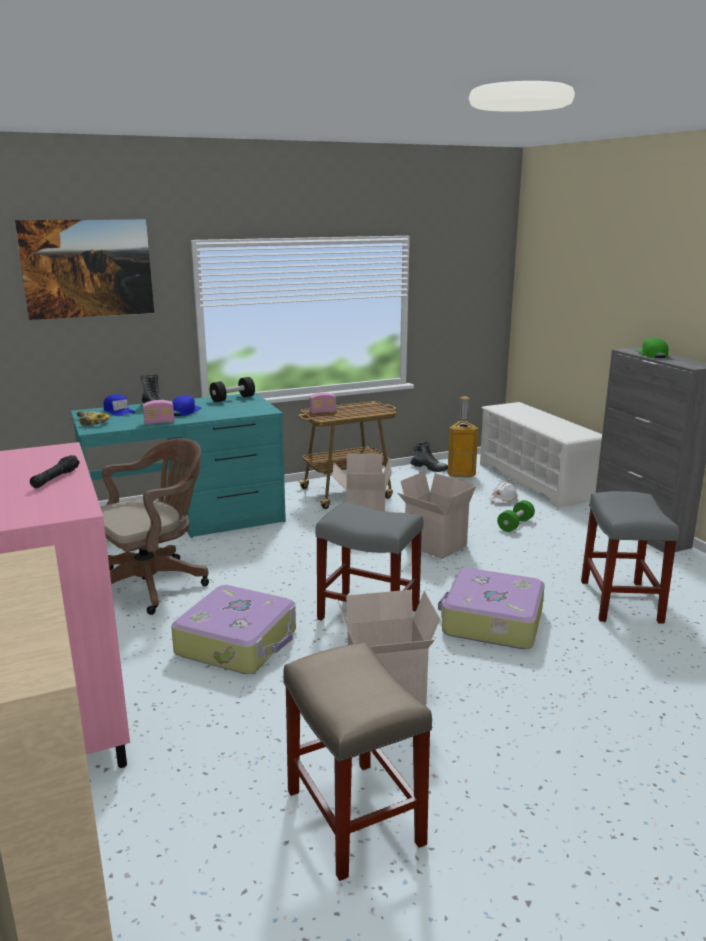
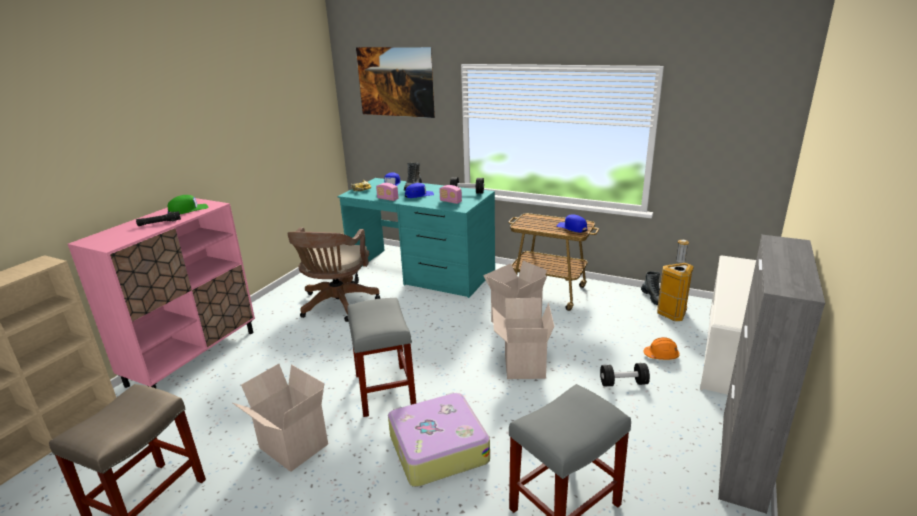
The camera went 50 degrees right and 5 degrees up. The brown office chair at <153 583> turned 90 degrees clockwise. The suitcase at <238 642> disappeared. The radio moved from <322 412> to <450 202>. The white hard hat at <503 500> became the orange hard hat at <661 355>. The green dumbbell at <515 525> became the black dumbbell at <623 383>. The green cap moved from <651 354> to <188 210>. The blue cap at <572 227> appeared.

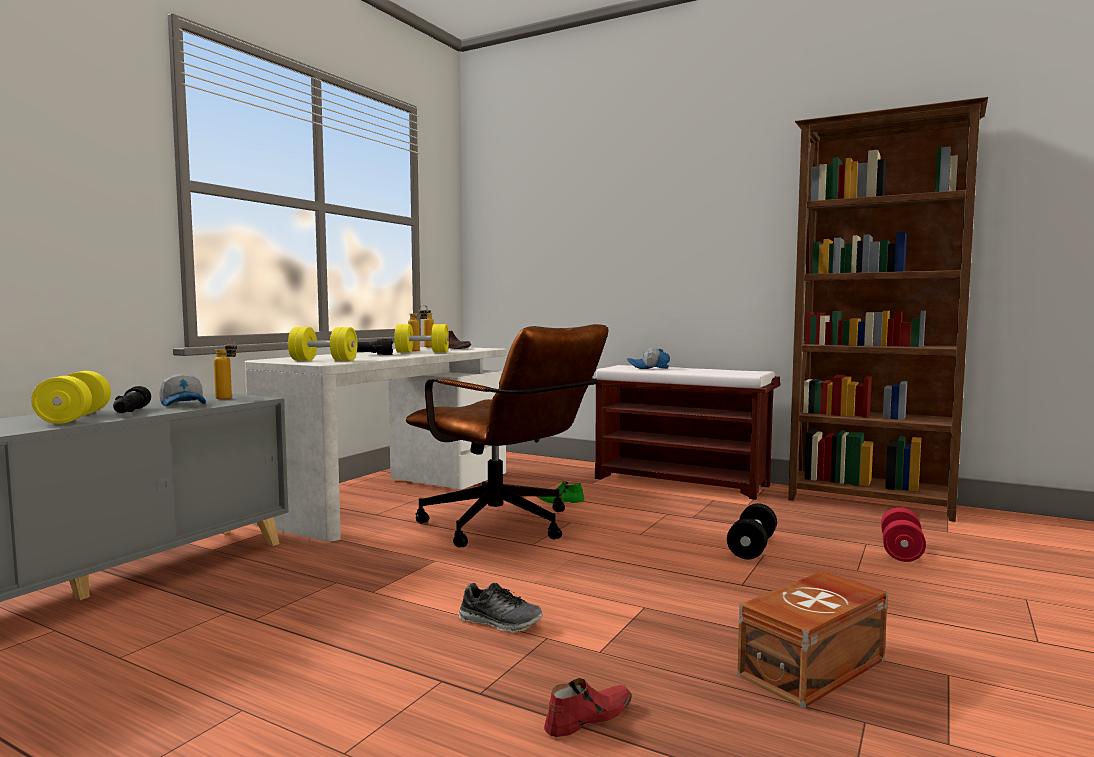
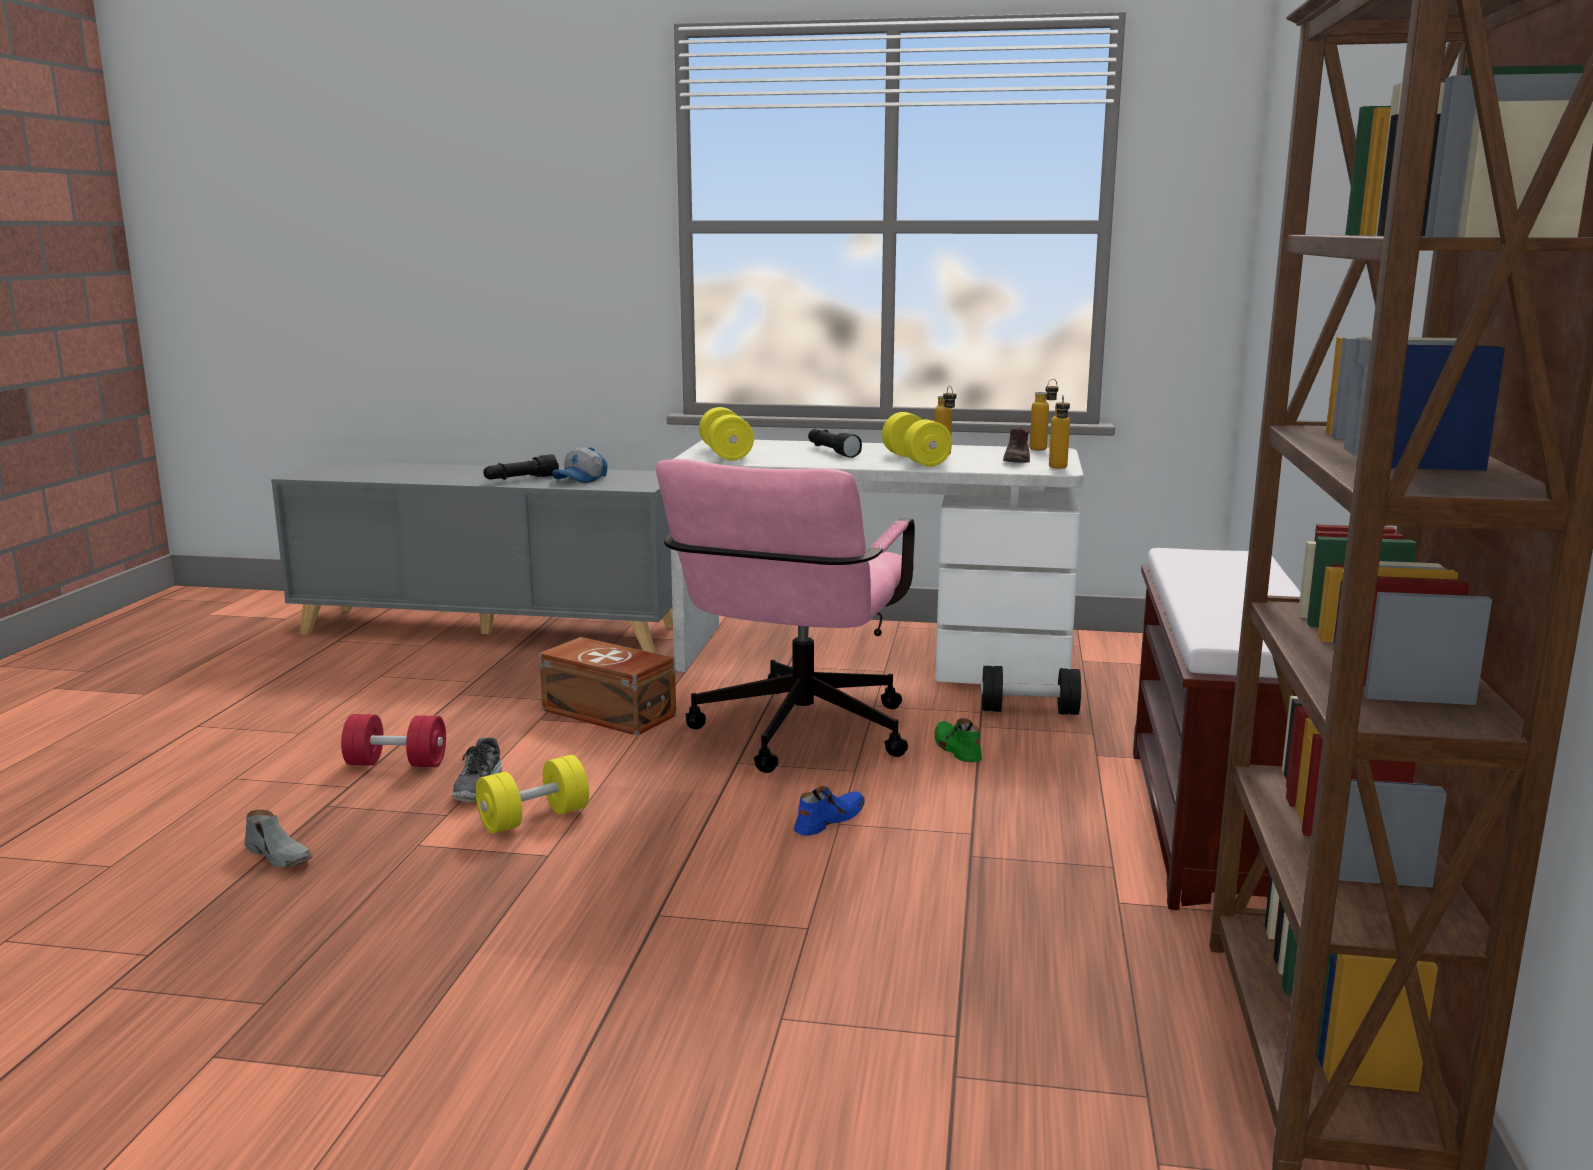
The camera went 70 degrees right and 10 degrees up. The yellow dumbbell moved from <75 417> to <534 818>. The bottle moved from <228 398> to <1058 468>. The brown office chair at <507 527> became the pink office chair at <795 738>. The red shoe at <588 717> became the grey shoe at <280 856>. The cap at <648 368> disappeared. The black dumbbell moved from <752 547> to <1029 711>. The brown storage box moved from <815 667> to <609 714>. The red dumbbell moved from <901 551> to <396 764>. The blue shoe at <828 820> appeared.

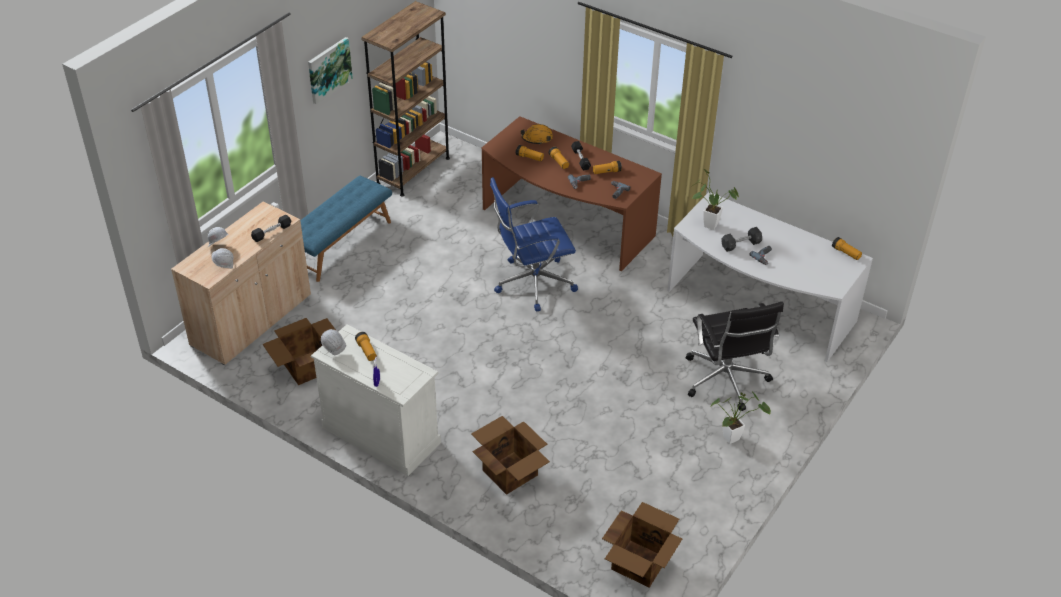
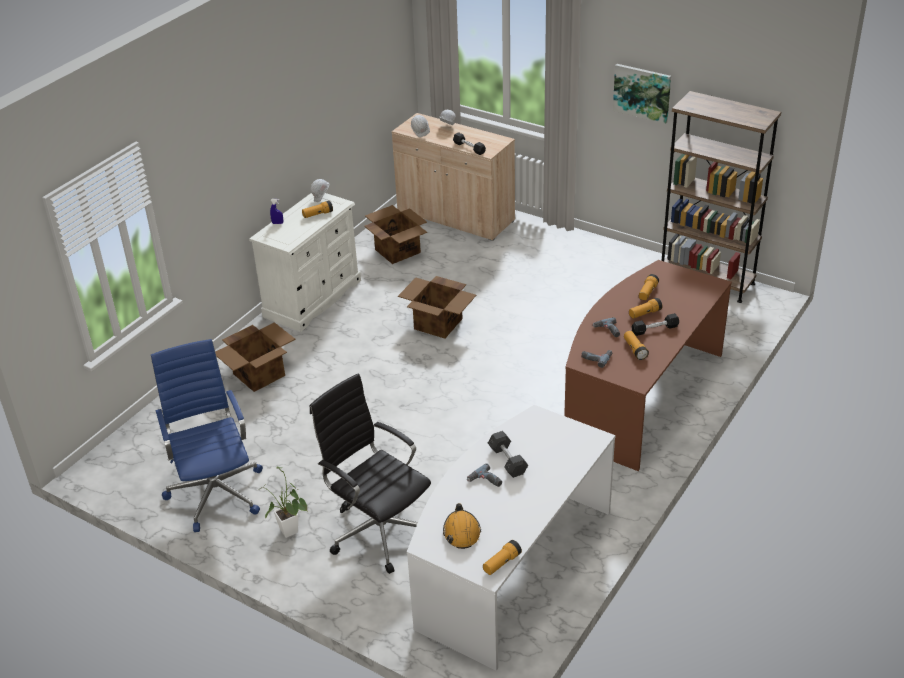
The camera went 90 degrees right and 5 degrees down. The blue bench at <341 244> disappeared. The blue office chair moved from <532 283> to <216 491>. The orange hard hat moved from <537 138> to <461 532>. The cardboard box moved from <640 563> to <438 324>. The black office chair at <726 381> turned 60 degrees clockwise. The potted plant at <707 224> disappeared.

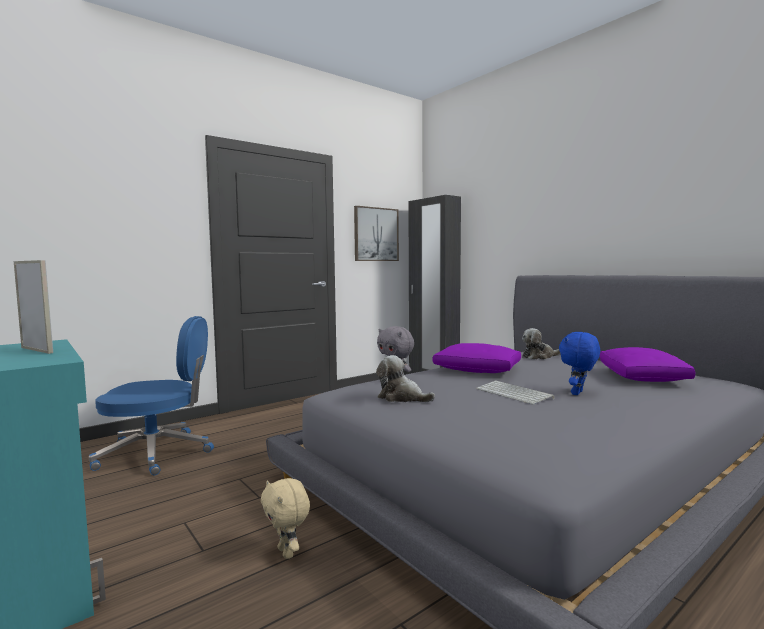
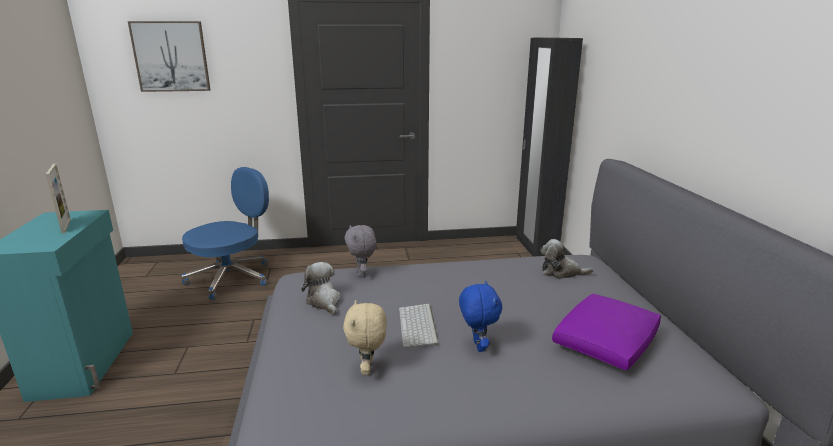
The camera went 30 degrees right and 15 degrees up. The blue office chair at <158 453> turned 75 degrees counterclockwise. The beige plush toy moved from <287 553> to <368 369>. The picture moved from <376 234> to <171 56>. The purple pillow at <478 370> disappeared. The blue plush toy at <578 393> turned 105 degrees clockwise.

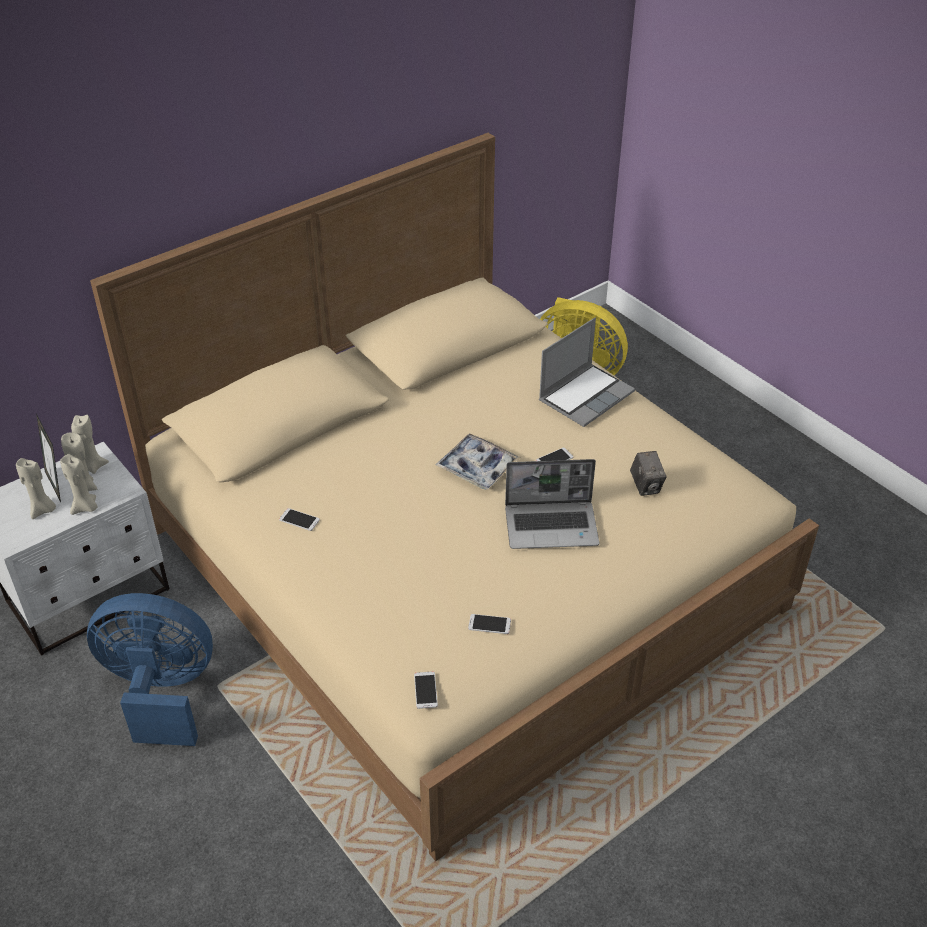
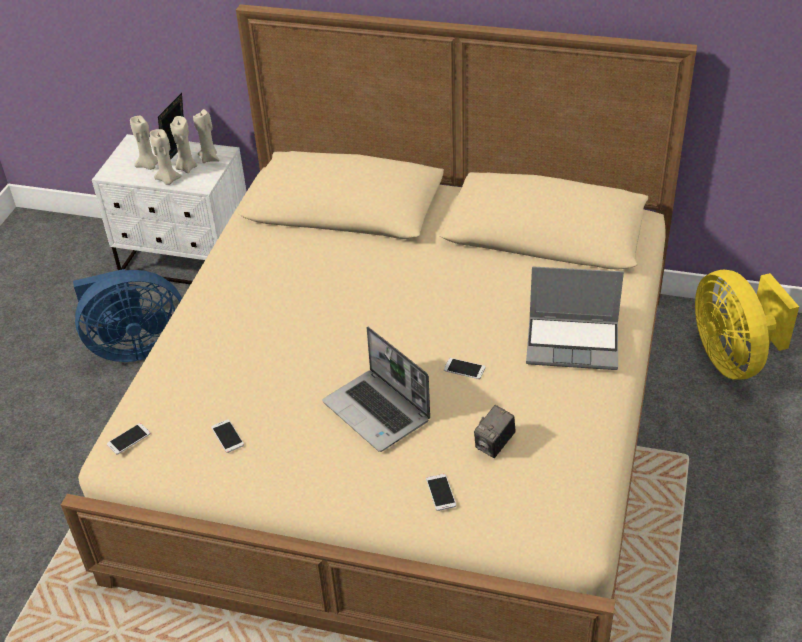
The camera went 55 degrees right and 0 degrees up. The blue fan at <161 692> turned 105 degrees clockwise. The phone moved from <299 520> to <441 492>. The tray at <477 467> disappeared.

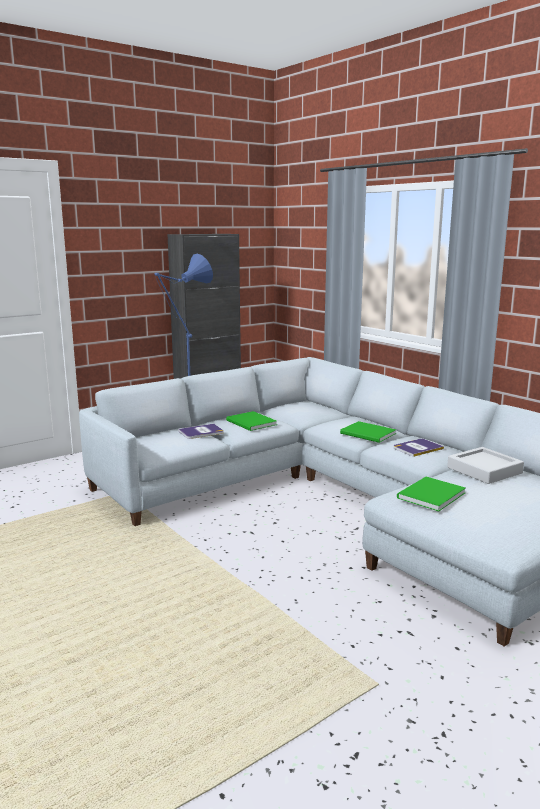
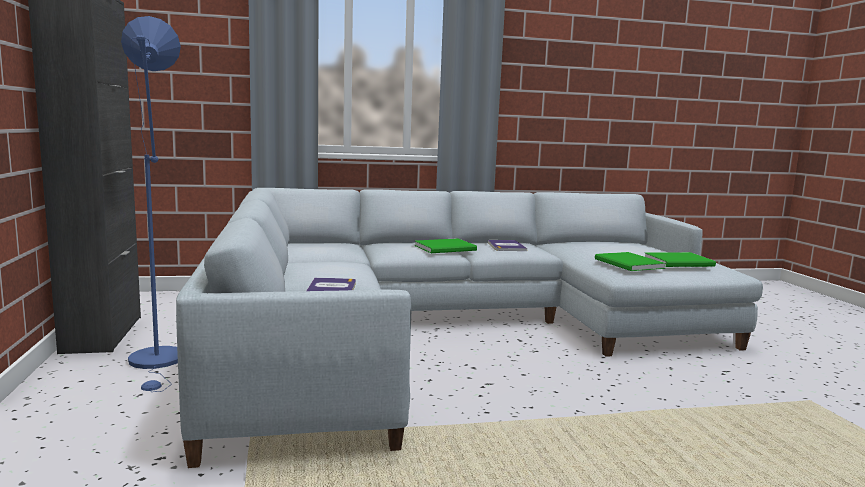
The camera went 65 degrees left and 5 degrees down. The green book moved from <251 423> to <681 262>. The grey tray at <484 470> disappeared.

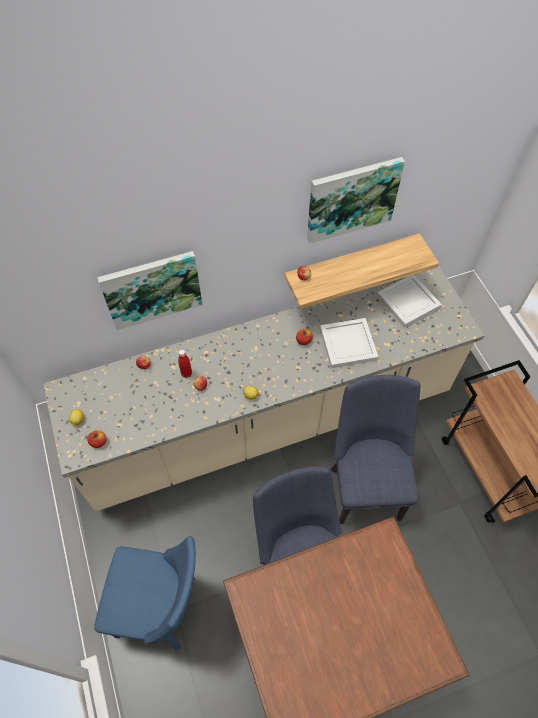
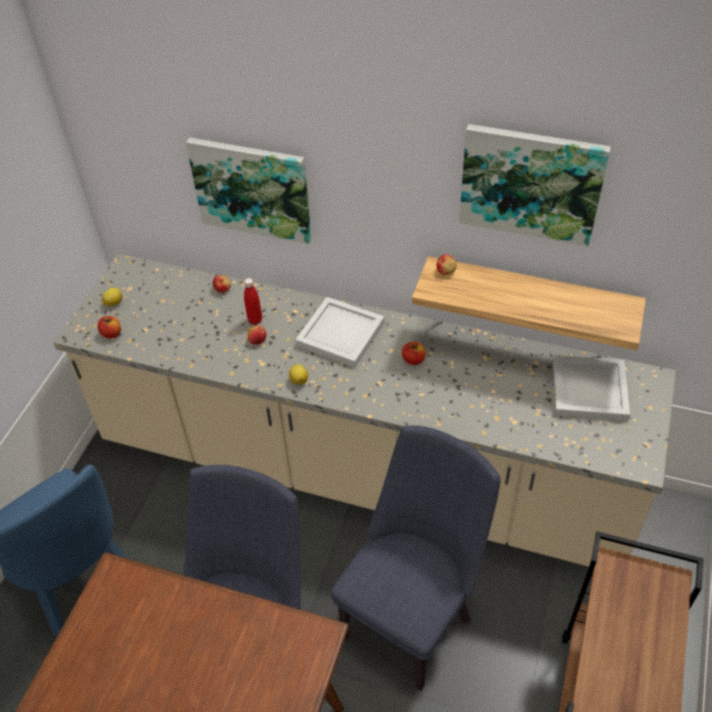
The camera went 40 degrees right and 10 degrees down. The white tray moved from <347 344> to <340 333>.

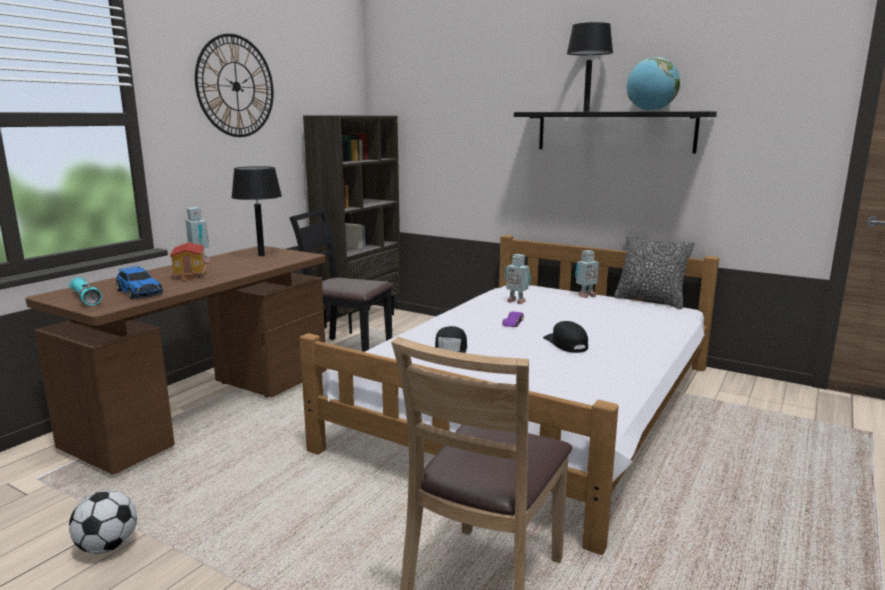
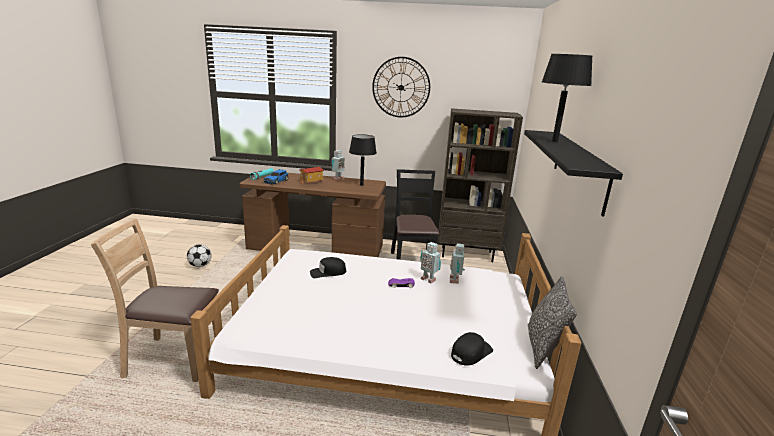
The camera went 65 degrees right and 5 degrees up. The black cap moved from <566 344> to <471 352>. The toy robot moved from <585 295> to <428 279>. The globe at <650 111> disappeared.

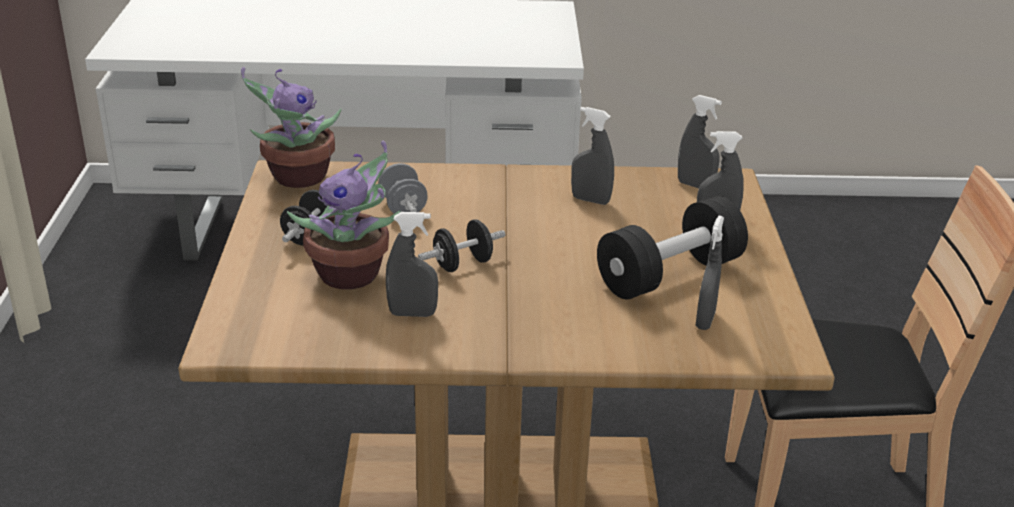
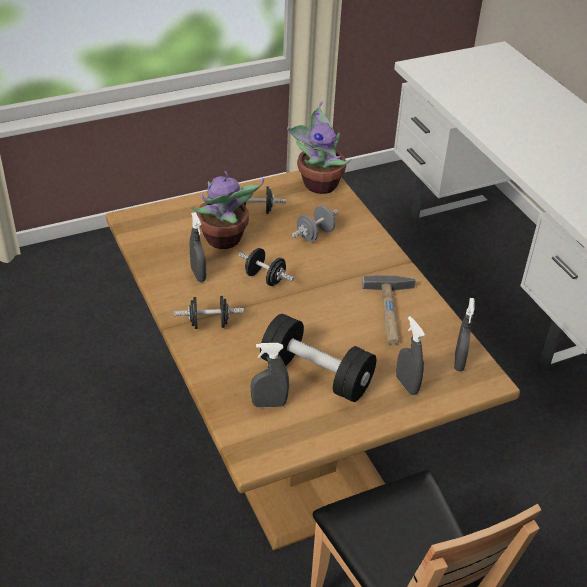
The camera went 65 degrees right and 10 degrees up. The grey spray bottle at <590 200> was replaced by the hammer at <391 313>. The black dumbbell at <209 324> appeared.

